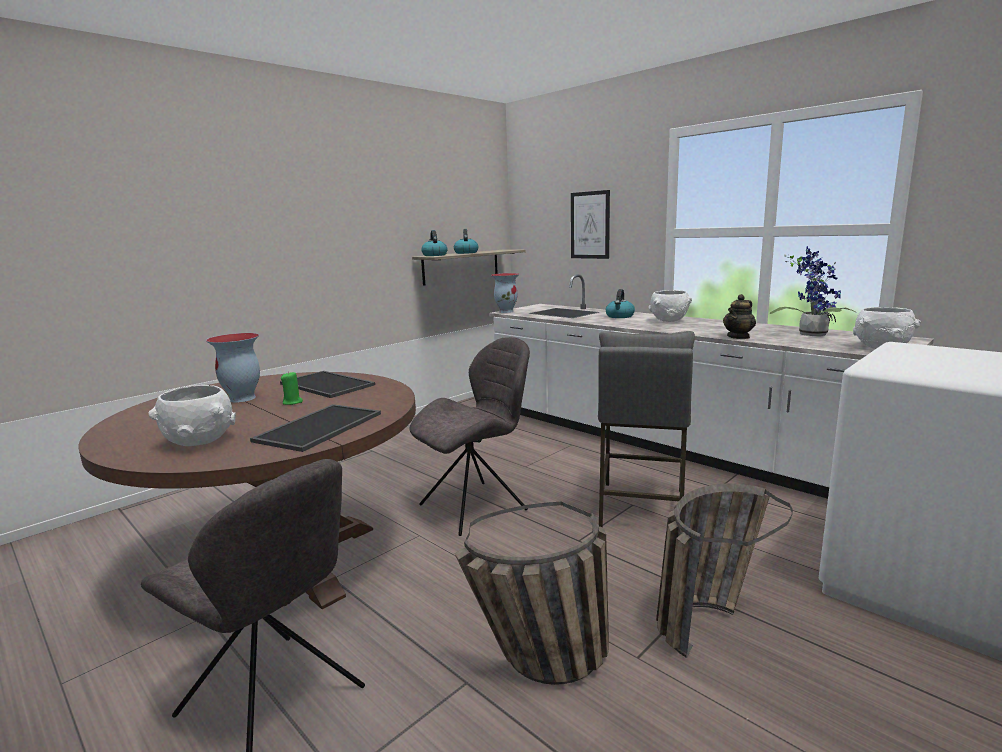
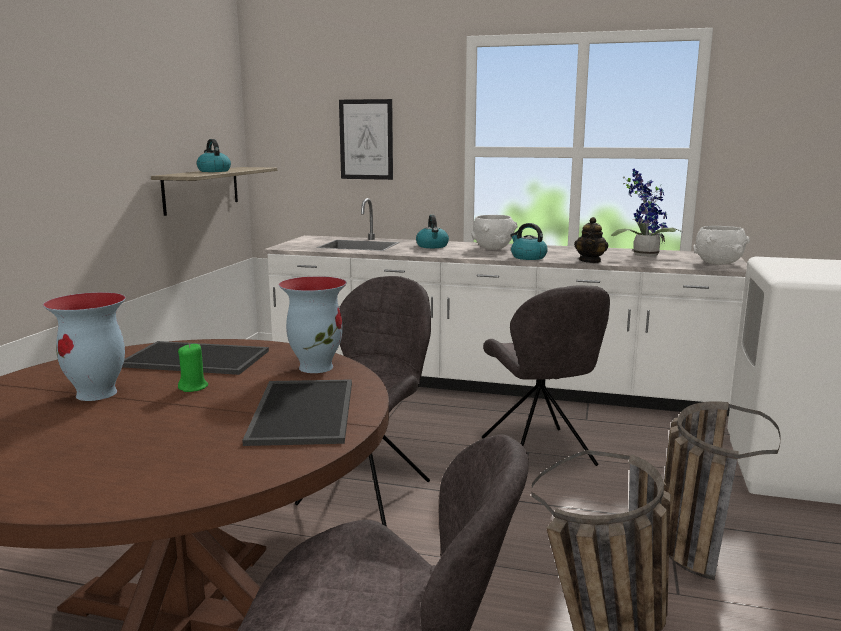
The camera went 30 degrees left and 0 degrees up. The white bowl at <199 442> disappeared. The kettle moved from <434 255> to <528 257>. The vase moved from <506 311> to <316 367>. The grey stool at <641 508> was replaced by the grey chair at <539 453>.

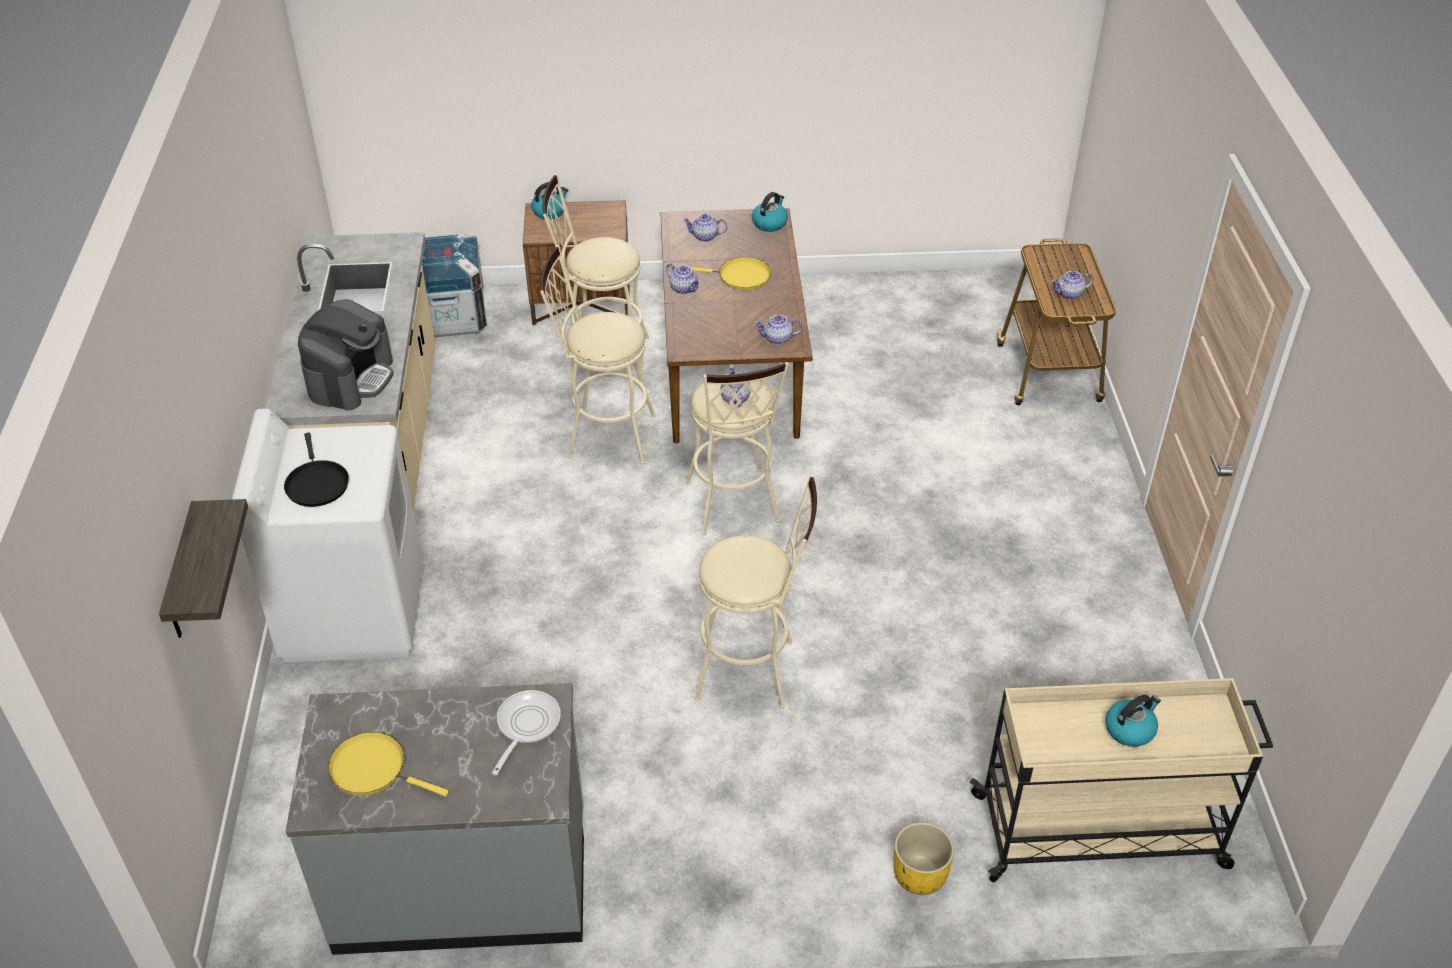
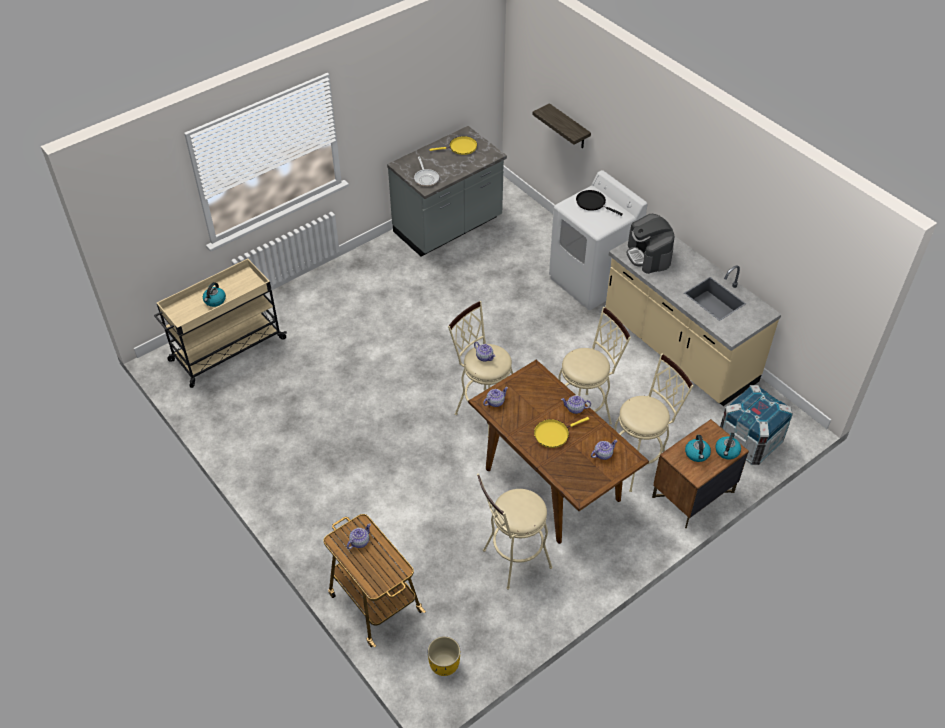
The camera went 145 degrees right and 5 degrees up. The beige stool moved from <754 671> to <511 561>. The kettle moved from <769 223> to <697 454>. The yellow planter moved from <918 875> to <444 664>.

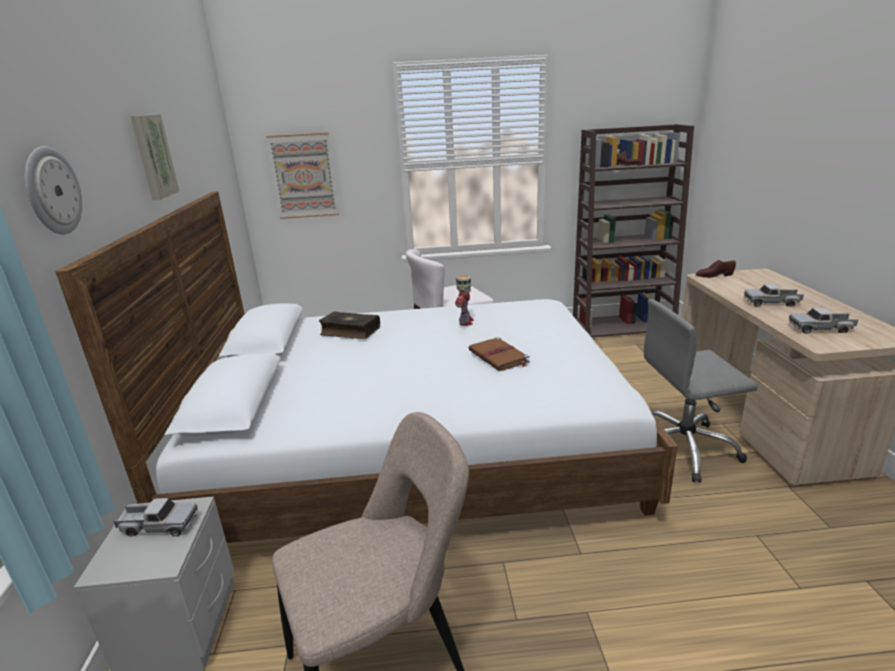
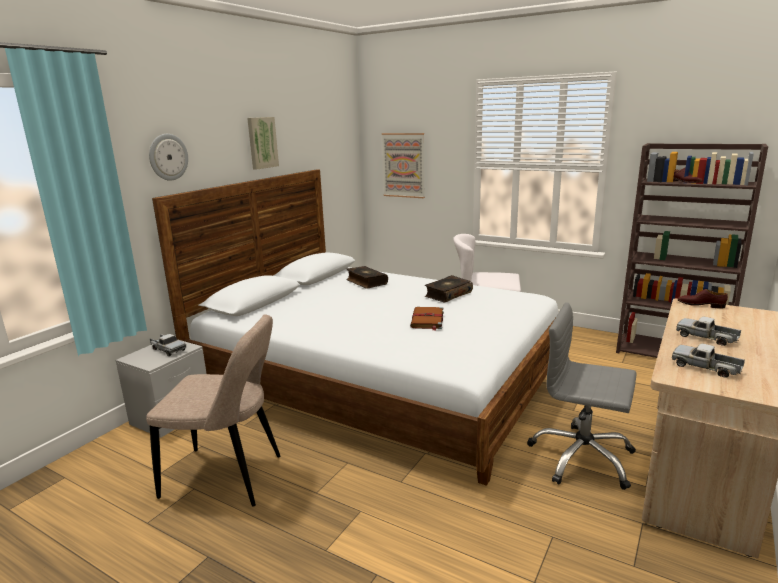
The camera went 35 degrees right and 5 degrees down. The toy robot at <465 322> was replaced by the book at <448 294>.

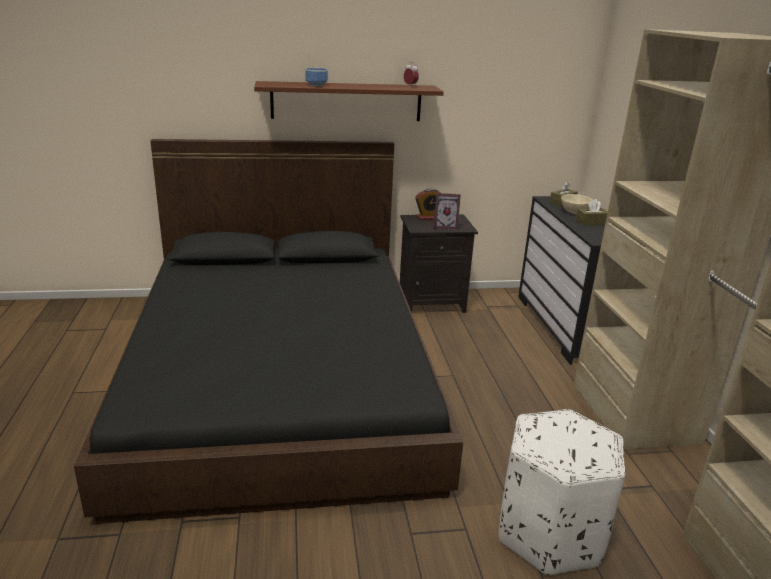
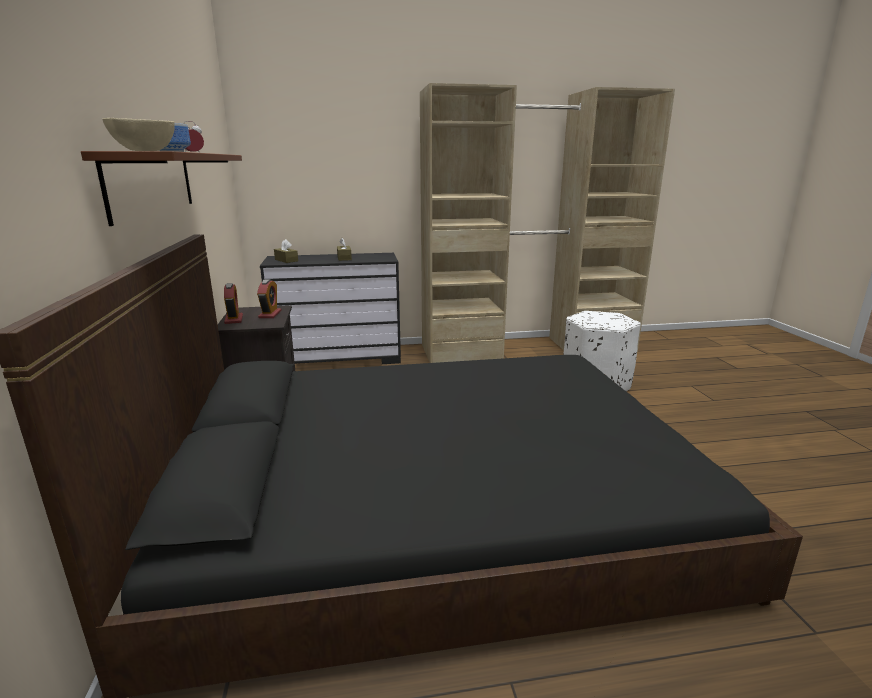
The camera went 90 degrees left and 5 degrees down. The picture frame at <445 226> was replaced by the alarm clock at <270 314>. The beige bowl moved from <574 212> to <144 151>.

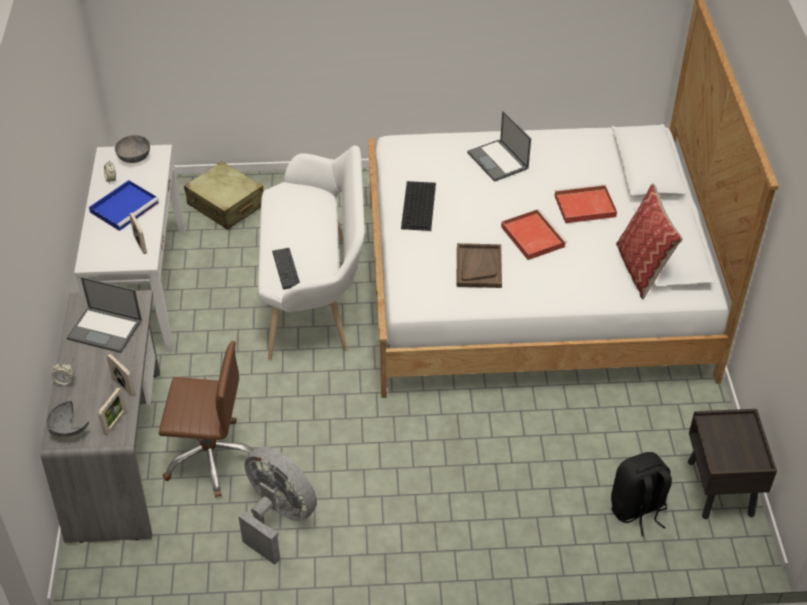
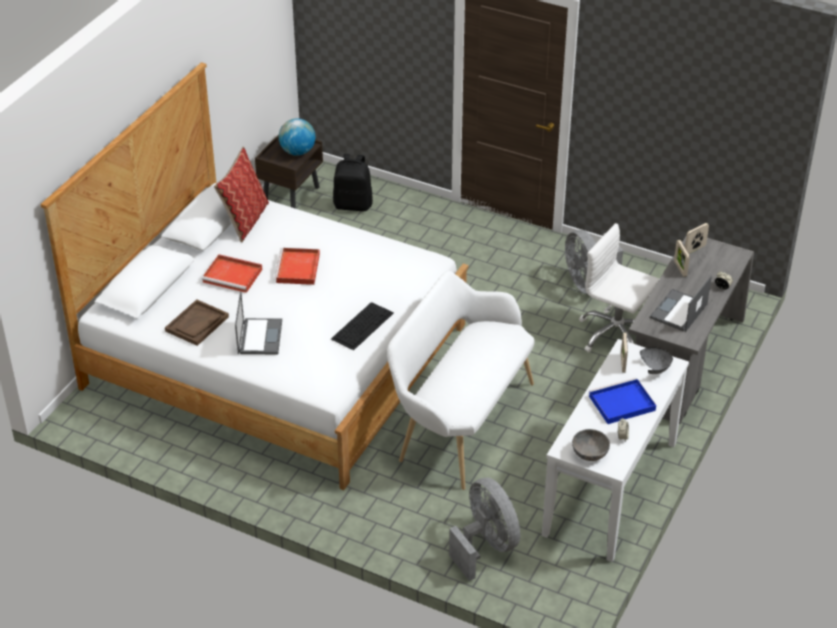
The camera went 150 degrees left and 5 degrees down. The grey bowl moved from <68 431> to <656 368>. The laptop at <106 329> turned 105 degrees counterclockwise. The brown office chair at <211 457> became the white office chair at <615 334>. The beige suitcase at <226 205> was replaced by the grey fan at <486 546>. The keyboard at <286 269> disappeared. The brown tray moved from <478 267> to <197 324>. The globe at <297 152> appeared.

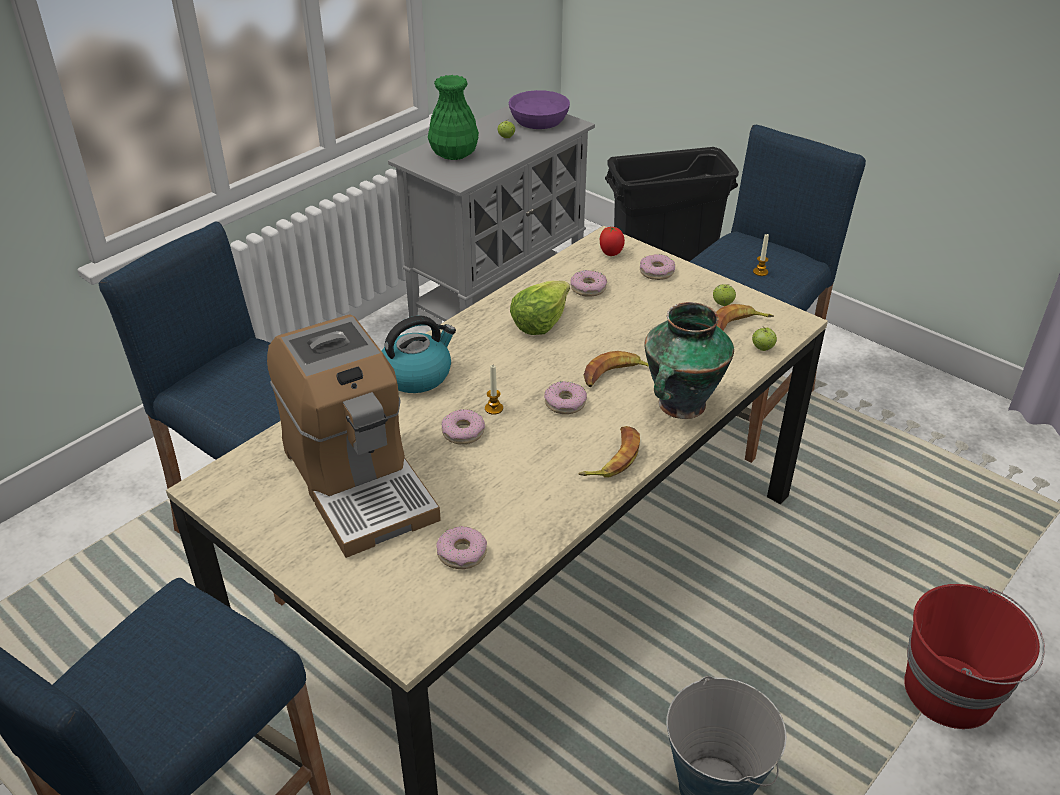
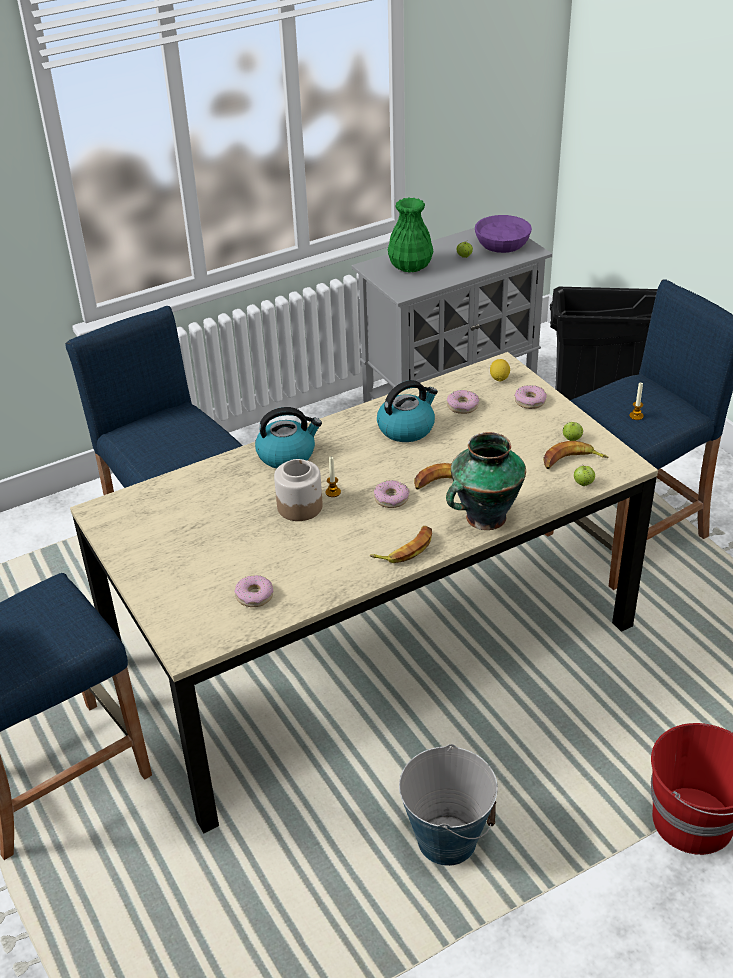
The camera went 20 degrees right and 0 degrees up. The coffee machine at <358 482> disappeared. The donut at <463 432> was replaced by the jar at <300 506>. The lettuce at <540 322> was replaced by the kettle at <406 428>. The tomato at <611 254> was replaced by the lemon at <499 378>.

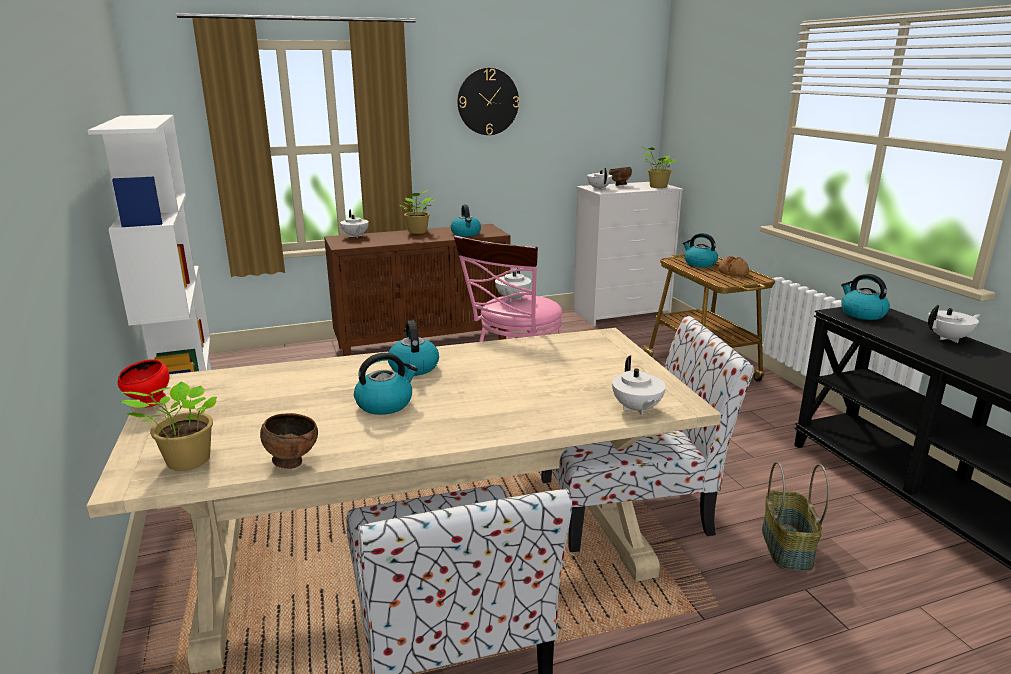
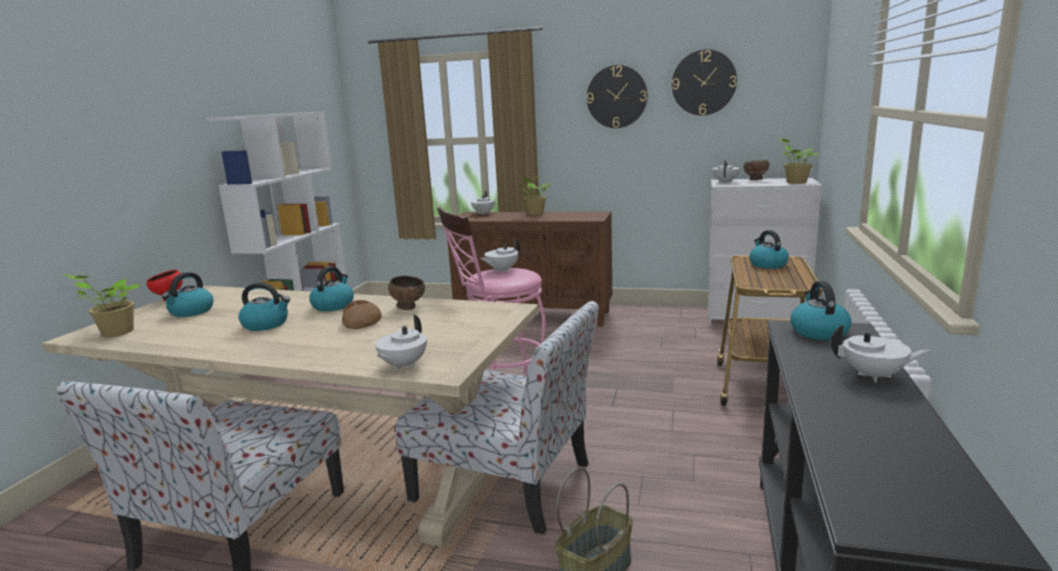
The camera went 35 degrees right and 5 degrees down. The brown bowl moved from <292 462> to <409 308>. The kettle moved from <466 234> to <191 312>. The bread moved from <733 272> to <362 322>. The wall clock at <703 82> appeared.

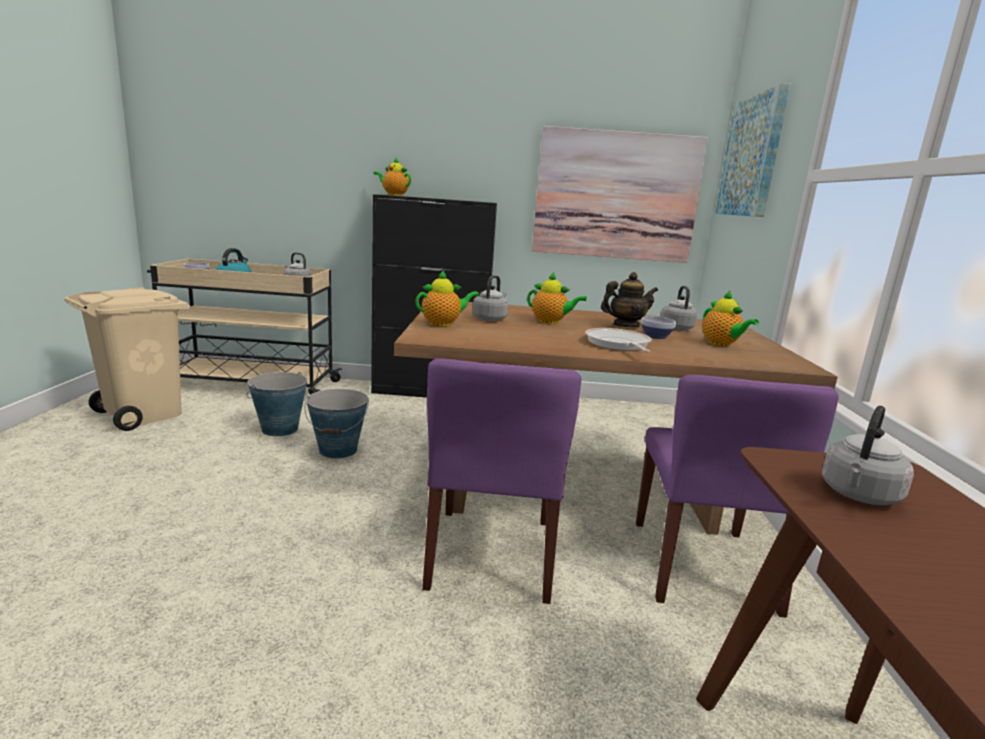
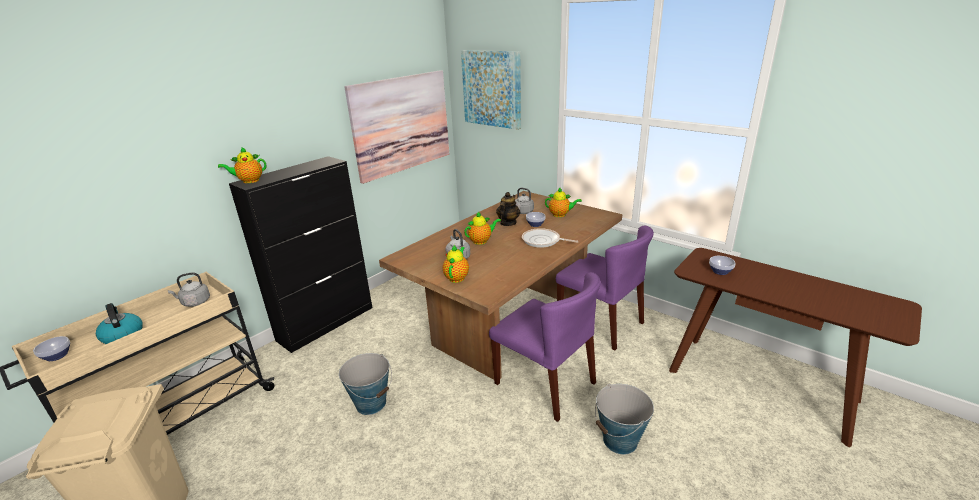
The camera went 50 degrees left and 10 degrees up. The bucket moved from <279 429> to <620 440>. The grey kettle at <858 495> was replaced by the bowl at <721 272>.

